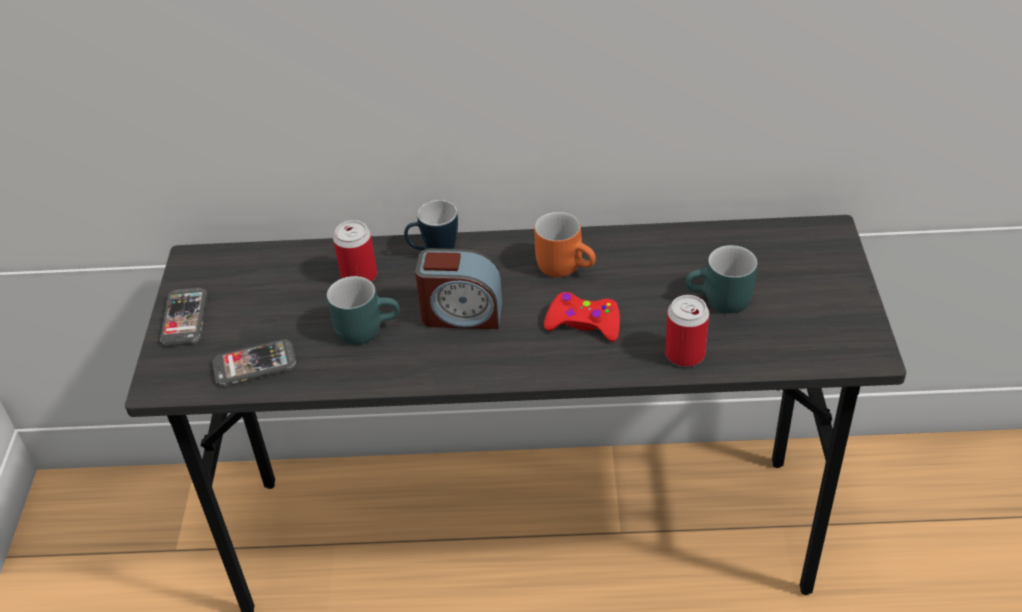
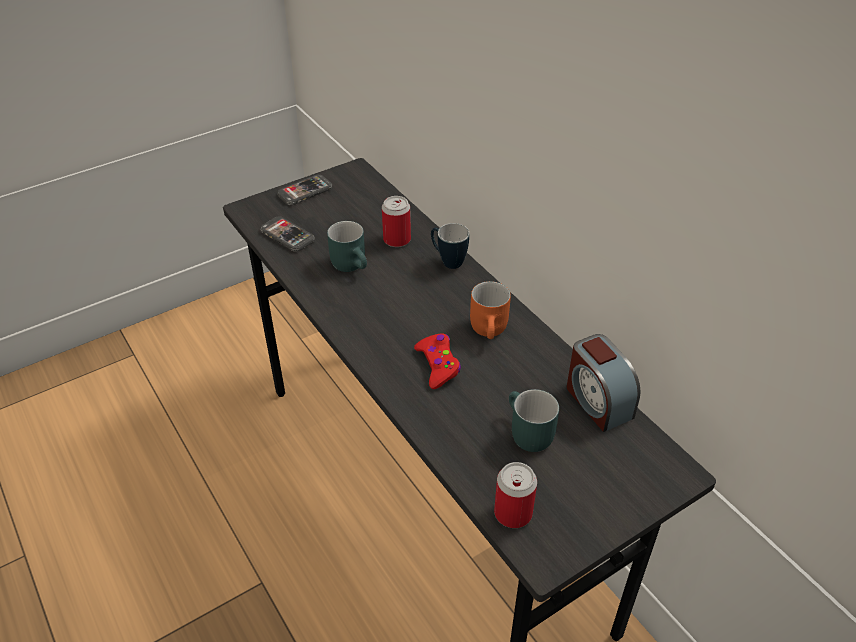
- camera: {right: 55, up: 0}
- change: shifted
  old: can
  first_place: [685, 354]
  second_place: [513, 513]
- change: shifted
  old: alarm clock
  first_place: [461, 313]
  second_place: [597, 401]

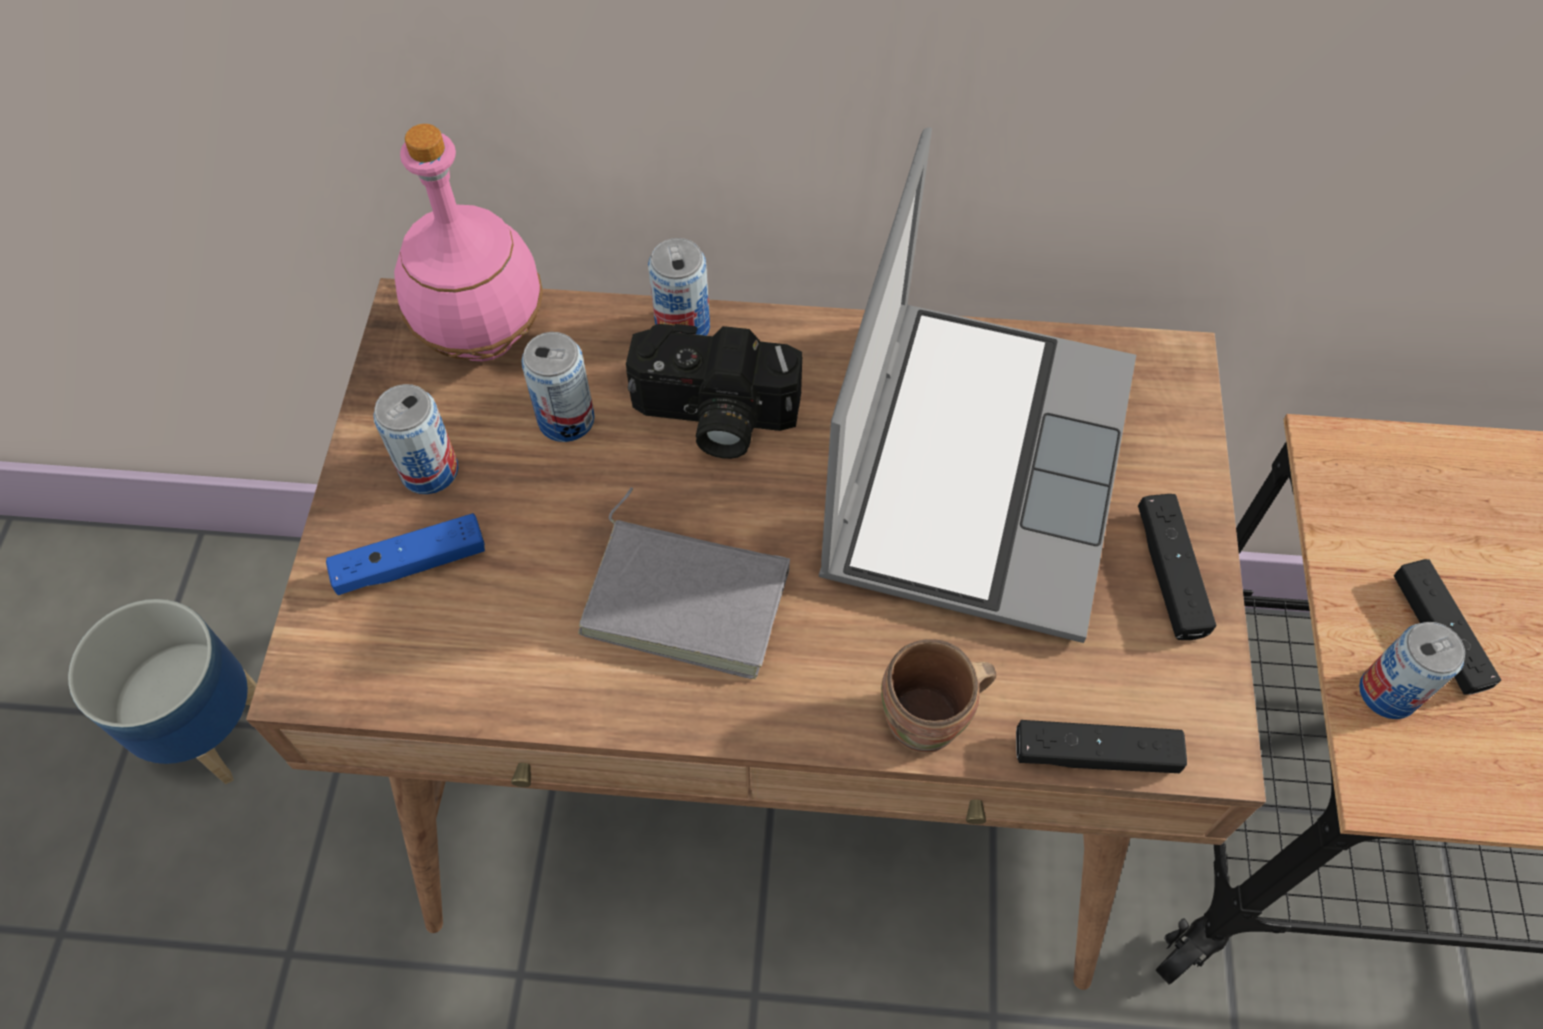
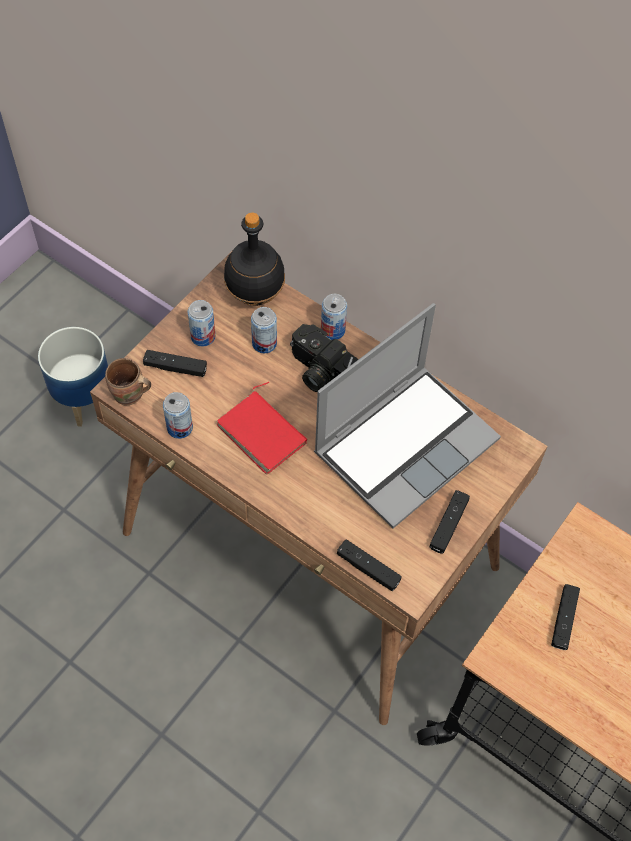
- camera: {right: 30, up: 0}
- change: shifted
  old: mug (brown)
  first_place: [929, 722]
  second_place: [129, 396]
- change: repainted
  old: game controller (blue)
  new: game controller (black)
  first_place: [411, 564]
  second_place: [175, 368]
- change: shifted
  old: can
  first_place: [1387, 692]
  second_place: [179, 427]
- change: repainted
  old: book (grey)
  new: book (red)
  first_place: [689, 596]
  second_place: [264, 433]
- change: repainted
  old: bottle (pink)
  new: bottle (black)
  first_place: [482, 337]
  second_place: [254, 294]

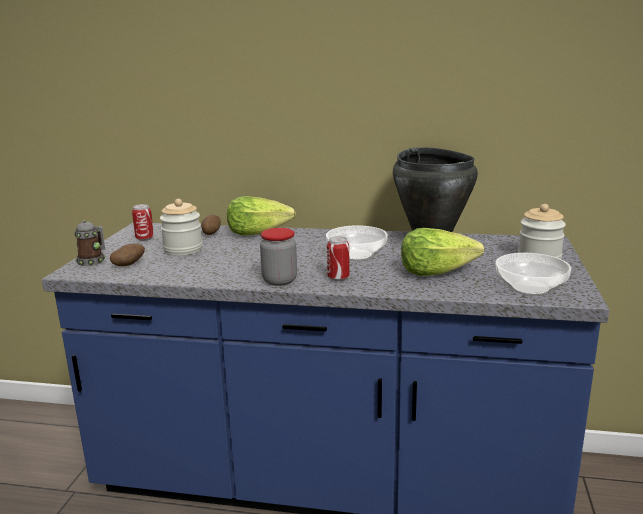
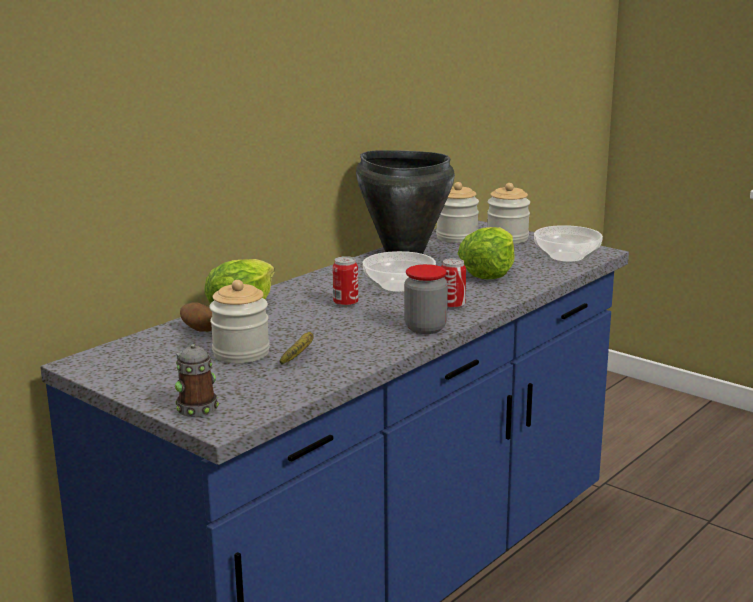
- camera: {right: -60, up: 0}
- change: new
  new: banana
  second_place: [300, 355]
- change: shifted
  old: can
  first_place: [145, 238]
  second_place: [345, 304]
- change: new
  new: jar
  second_place: [457, 237]
- change: gone
  old: potato
  first_place: [128, 265]

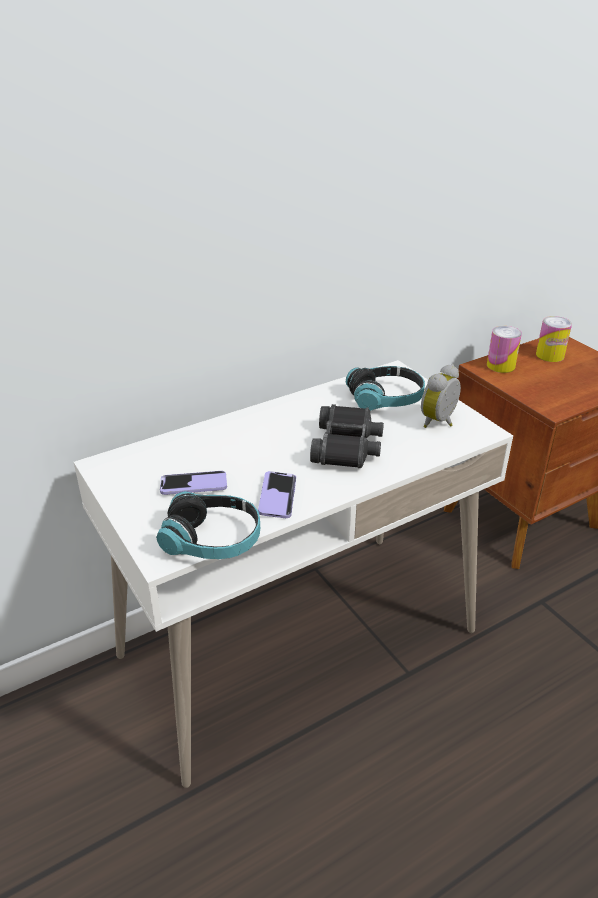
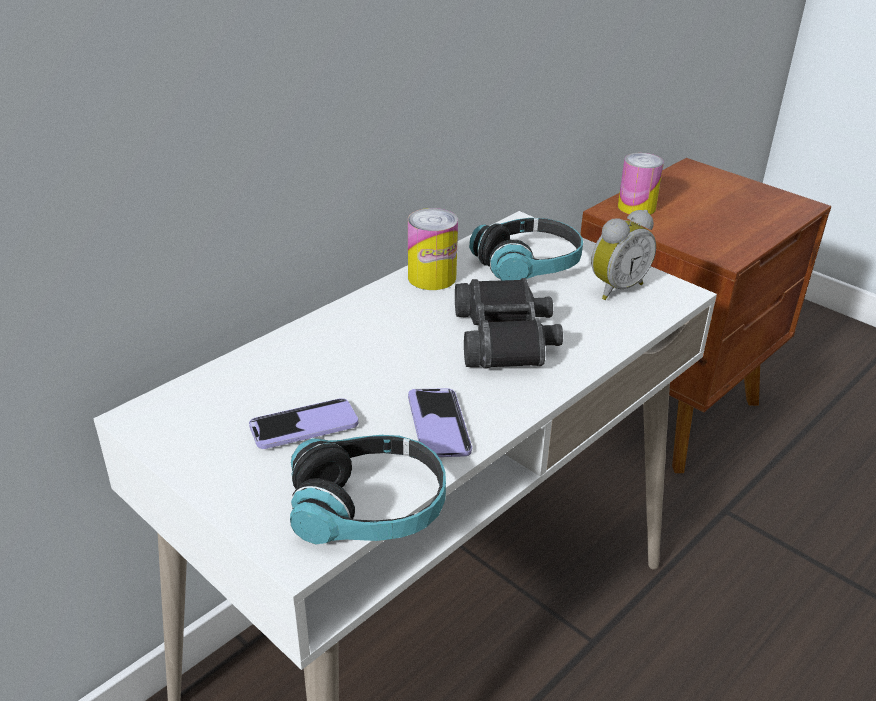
- camera: {right: -15, up: 0}
- change: shifted
  old: can
  first_place: [550, 355]
  second_place: [432, 277]
- change: rotated
  old: alarm clock
  first_place: [440, 422]
  second_place: [615, 288]
  degrees: -150

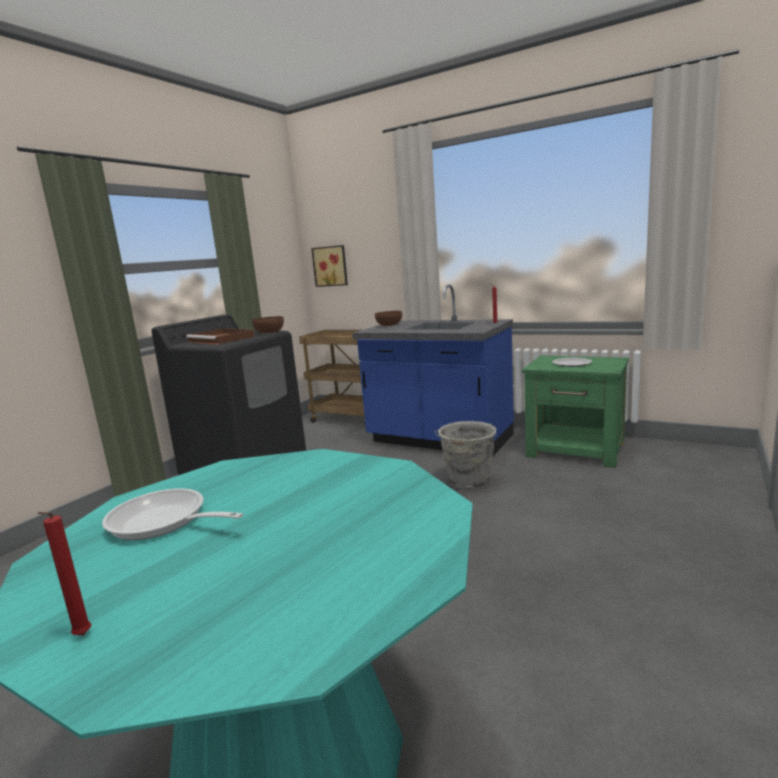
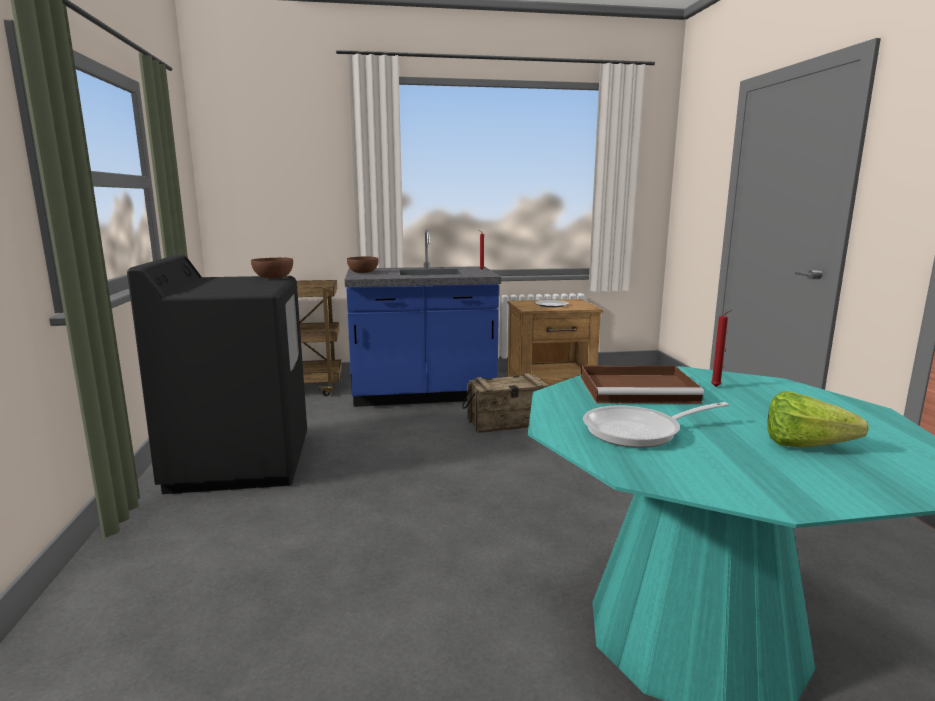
- camera: {right: -40, up: 0}
- change: swapped
  old: bucket (grey)
  new: crate
  first_place: [468, 482]
  second_place: [507, 422]
- change: repainted
  old: nightstand (green)
  new: nightstand (brown)
  first_place: [576, 450]
  second_place: [551, 384]
- change: shifted
  old: tray (brown)
  first_place: [222, 339]
  second_place: [639, 389]
- change: shifted
  old: candle (red)
  first_place: [81, 637]
  second_place: [717, 387]
- change: new
  new: lettuce
  second_place: [813, 447]
- change: gone
  old: picture
  first_place: [331, 266]

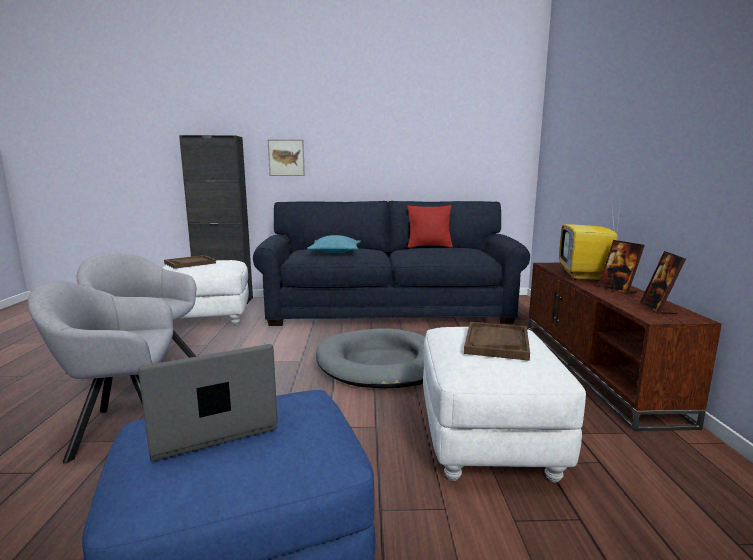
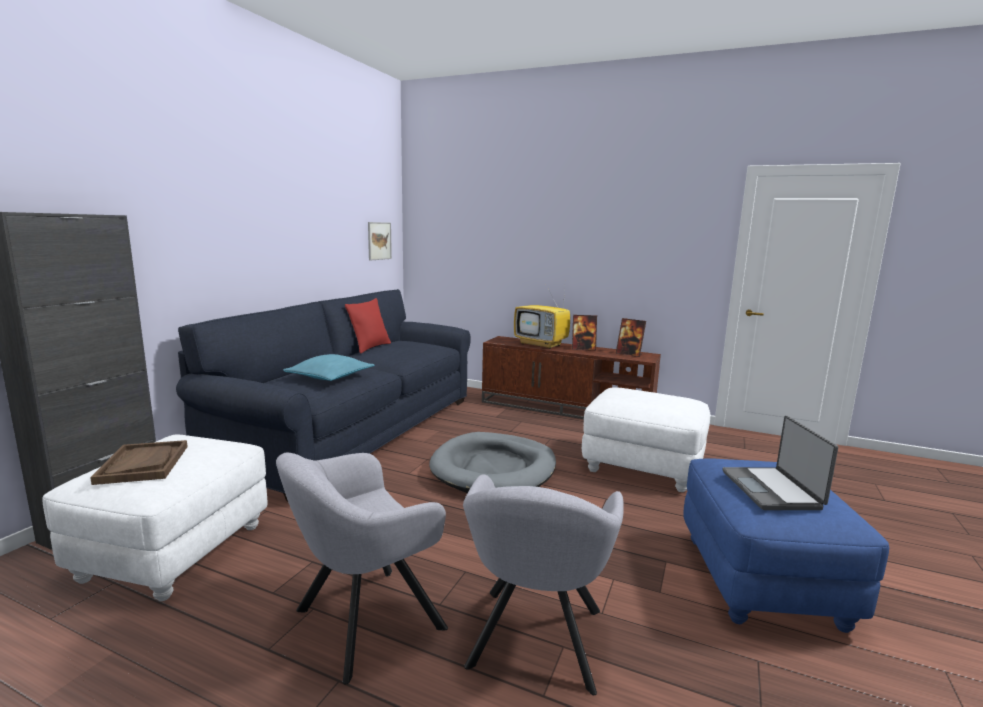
- camera: {right: -65, up: 0}
- change: shifted
  old: picture
  first_place: [286, 157]
  second_place: [379, 241]
- change: gone
  old: tray (brown)
  first_place: [496, 342]

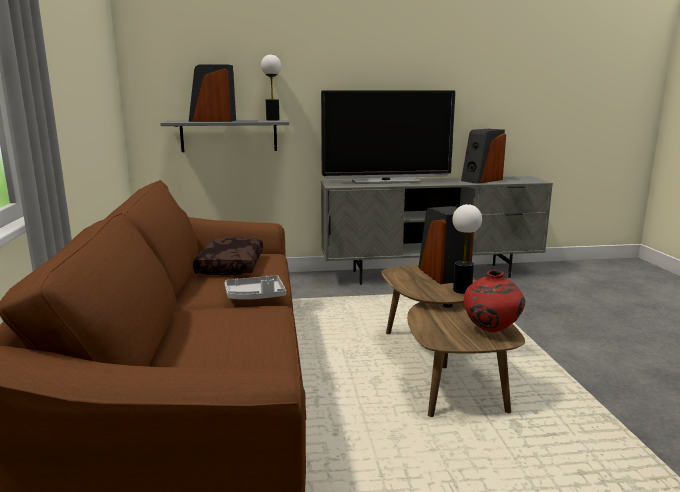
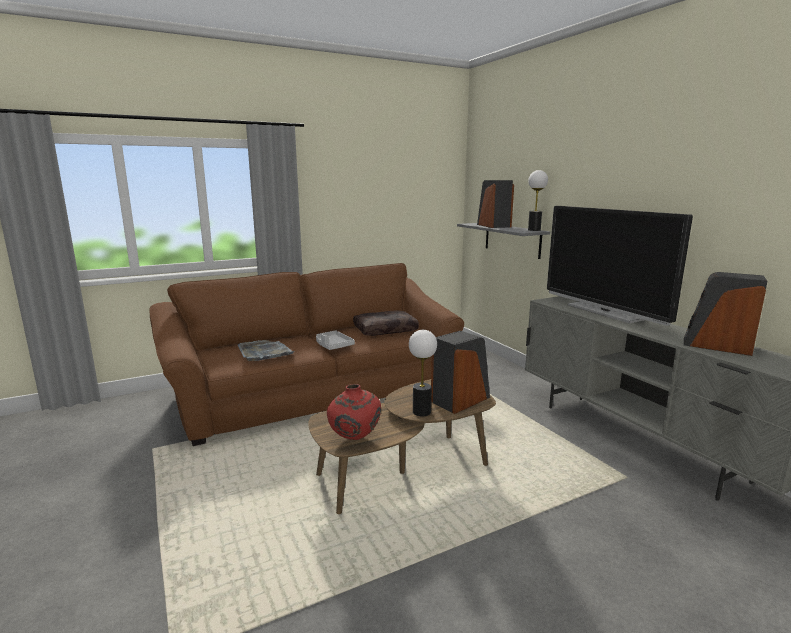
- camera: {right: 70, up: 0}
- change: new
  new: tray (grey)
  second_place: [265, 352]

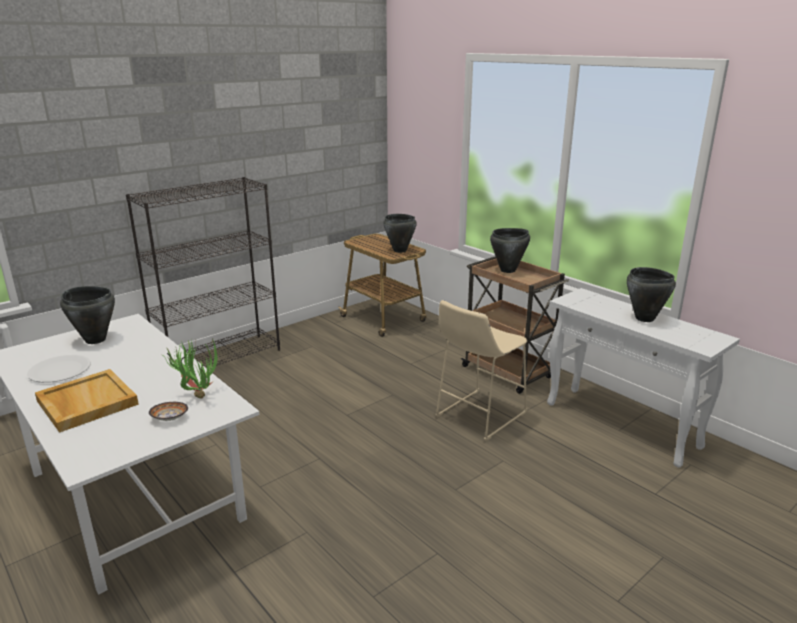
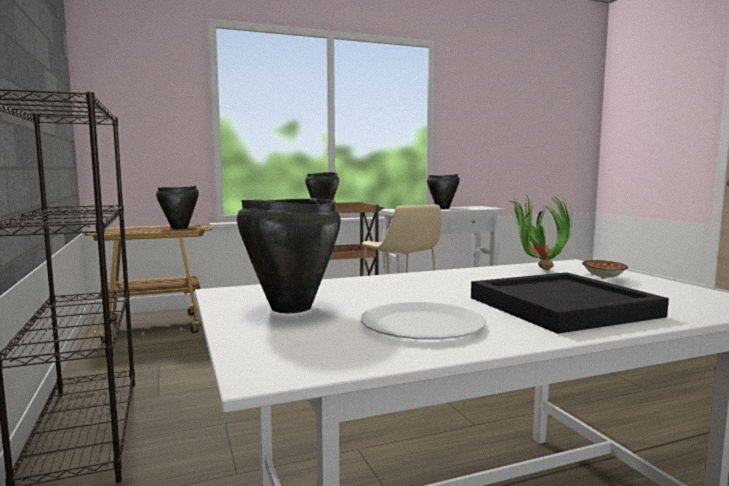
- camera: {right: -70, up: -15}
- change: repainted
  old: tray (beige)
  new: tray (black)
  first_place: [86, 402]
  second_place: [562, 307]

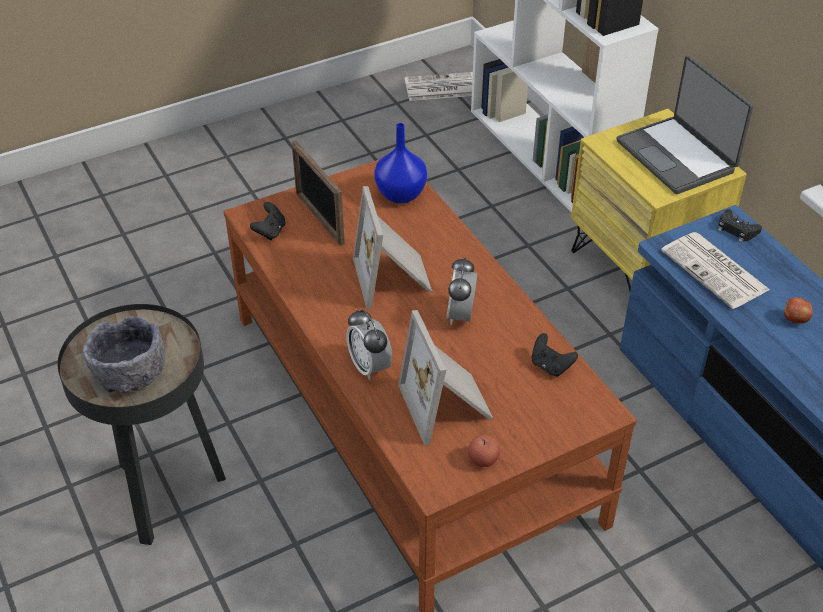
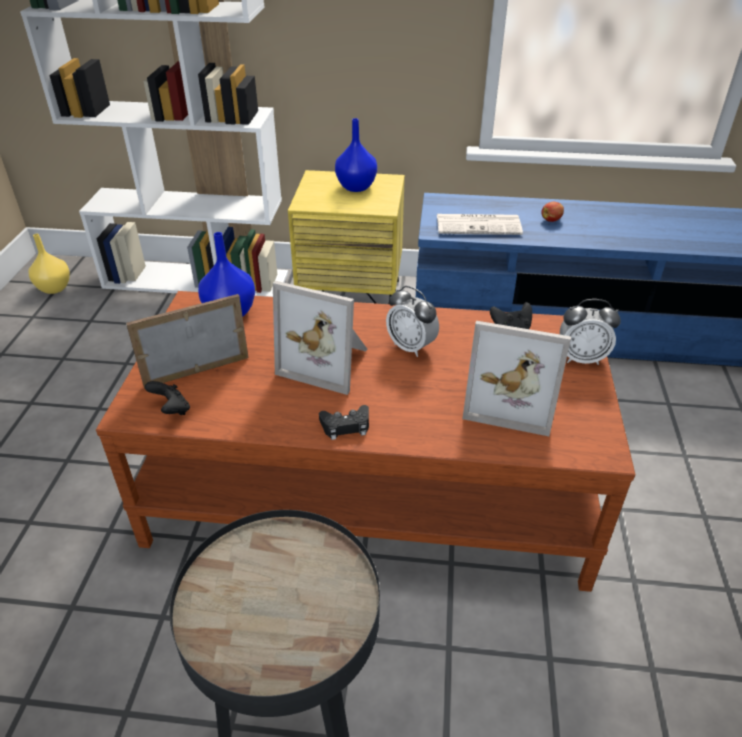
- camera: {right: -55, up: -5}
- change: swapped
  old: newspaper
  new: vase (yellow)
  first_place: [440, 88]
  second_place: [54, 289]
- change: rotated
  old: picture frame
  first_place: [319, 218]
  second_place: [197, 371]
  degrees: 150
- change: shifted
  old: game controller (black)
  first_place: [736, 230]
  second_place: [346, 426]
- change: swapped
  old: laptop
  new: vase (blue)
  first_place: [677, 156]
  second_place: [357, 187]
- change: shifted
  old: alarm clock
  first_place: [369, 366]
  second_place: [581, 358]
- change: gone
  old: bowl (grey)
  first_place: [129, 372]
- change: gone
  old: apple
  first_place: [483, 460]

